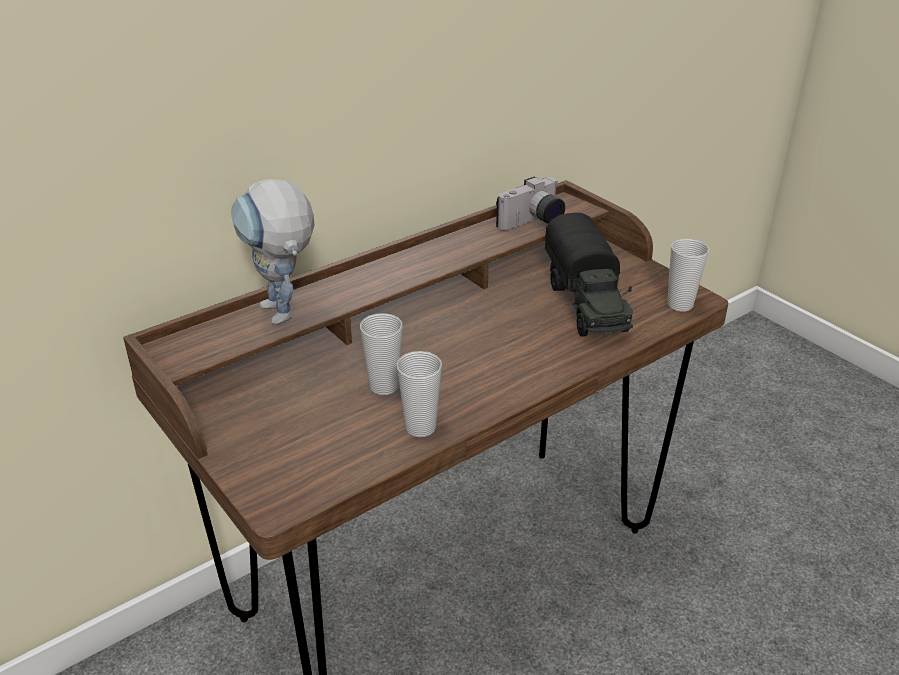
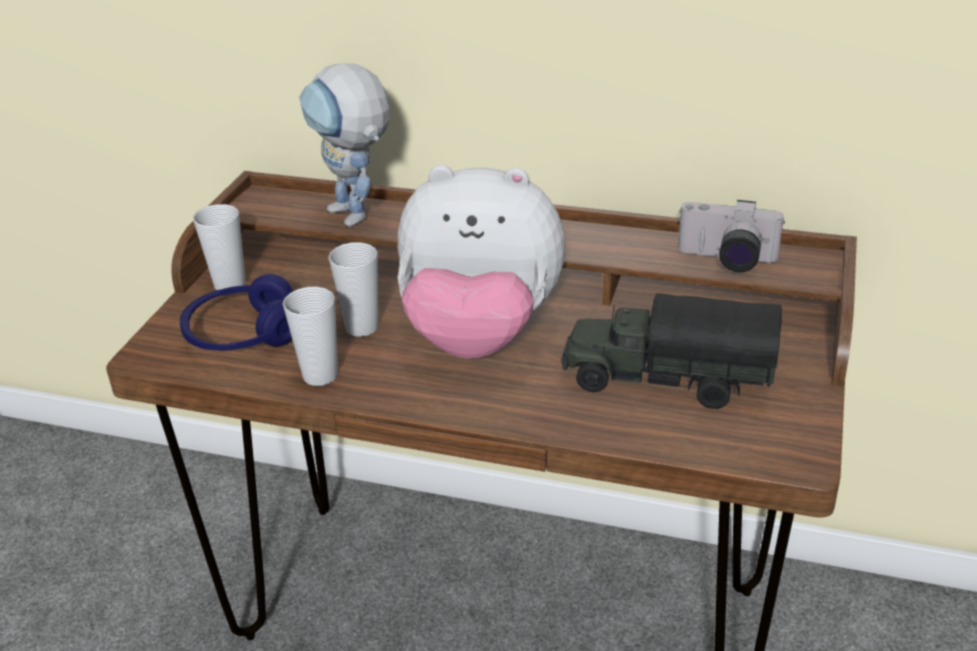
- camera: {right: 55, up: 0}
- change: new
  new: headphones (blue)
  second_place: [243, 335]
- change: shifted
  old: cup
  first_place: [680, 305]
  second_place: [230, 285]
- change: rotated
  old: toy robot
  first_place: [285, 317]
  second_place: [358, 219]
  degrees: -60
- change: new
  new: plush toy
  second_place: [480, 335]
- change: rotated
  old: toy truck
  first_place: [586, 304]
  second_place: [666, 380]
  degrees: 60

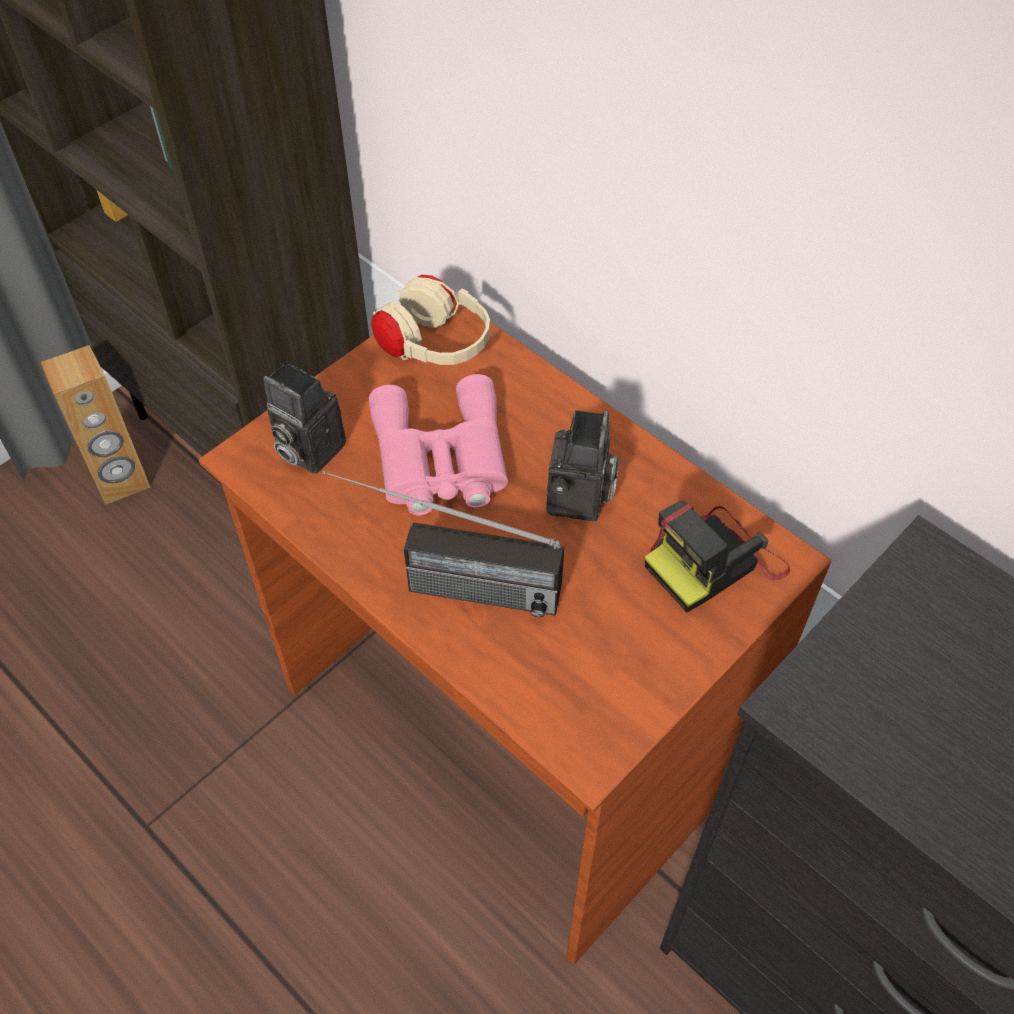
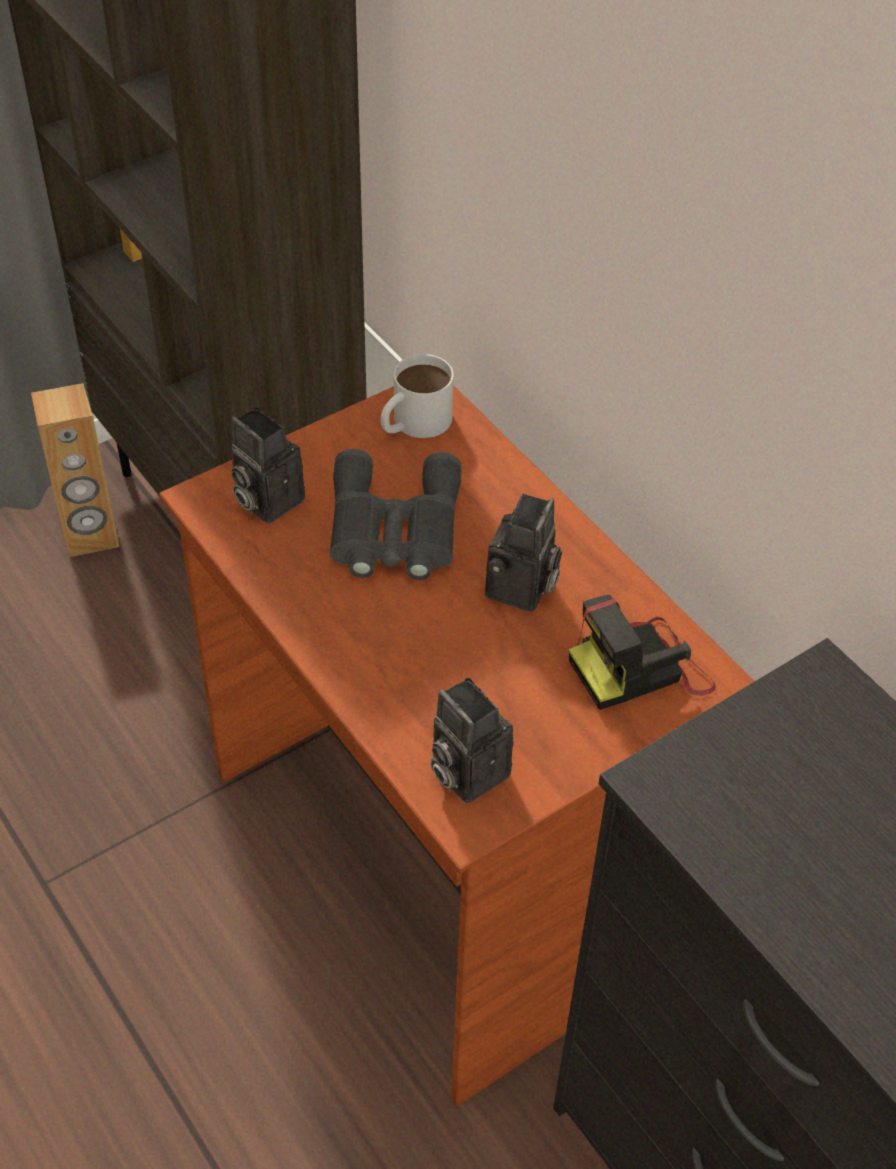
- camera: {right: 10, up: -5}
- change: repainted
  old: binoculars (pink)
  new: binoculars (grey)
  first_place: [440, 459]
  second_place: [393, 530]
- change: swapped
  old: headphones (beige)
  new: mug (white)
  first_place: [433, 347]
  second_place: [413, 423]
- change: new
  new: photo camera
  second_place: [465, 771]
- change: gone
  old: radio
  first_place: [444, 585]

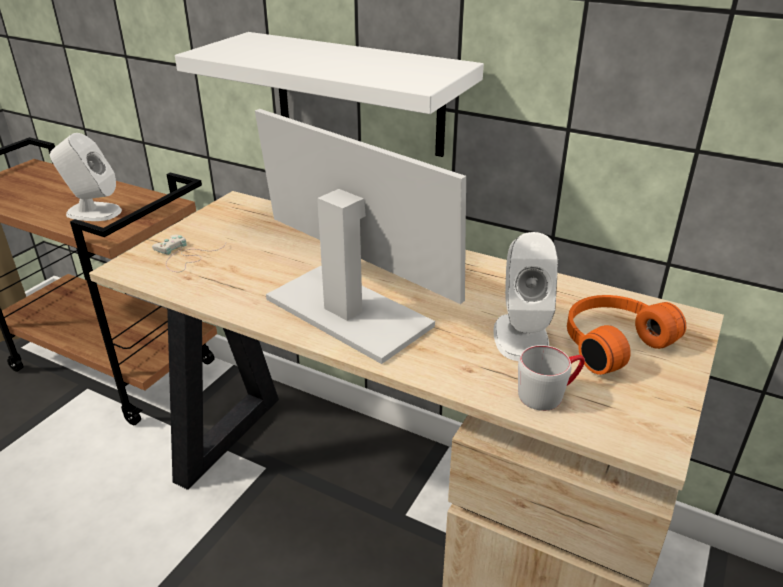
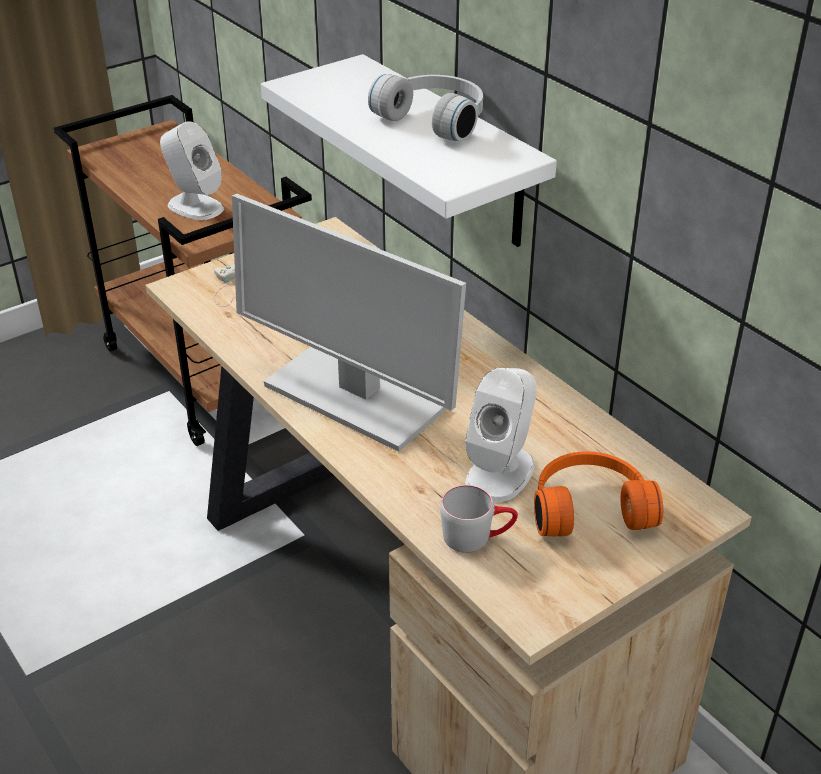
- camera: {right: 25, up: 5}
- change: rotated
  old: monitor
  first_place: [350, 313]
  second_place: [353, 397]
  degrees: 150
- change: new
  new: headphones (white)
  second_place: [436, 119]

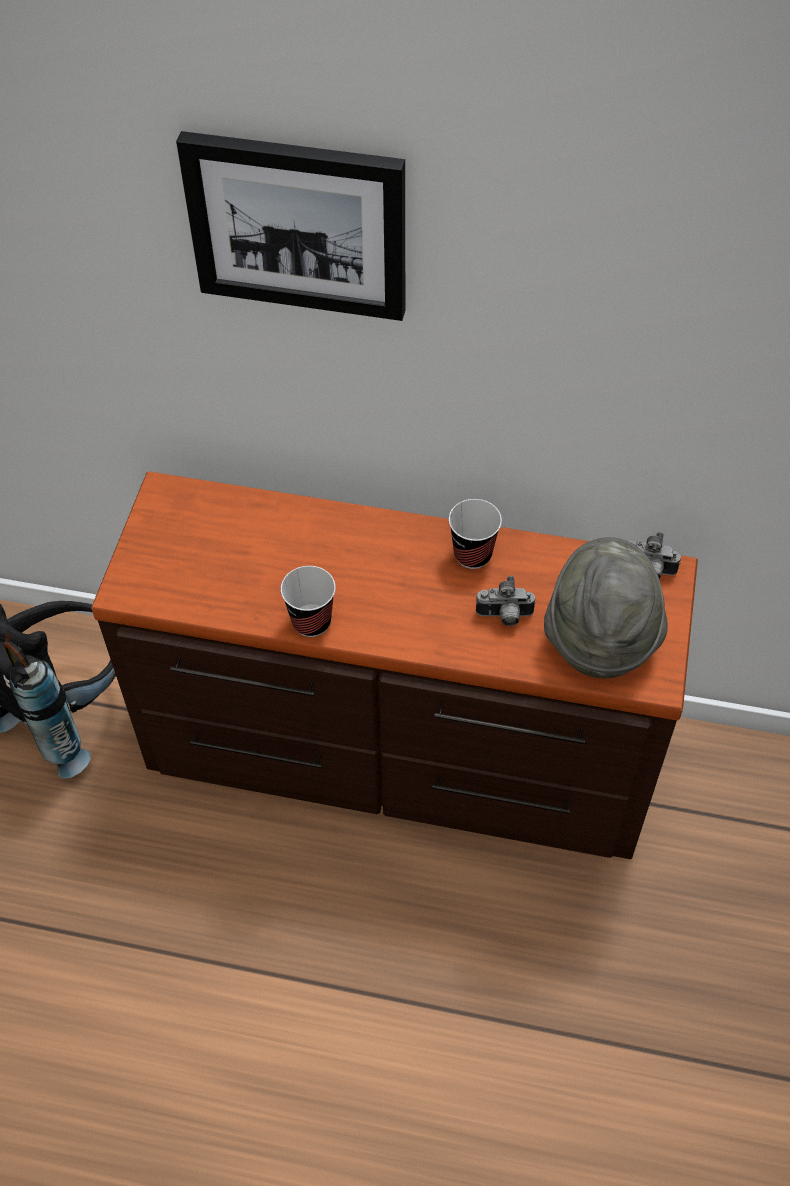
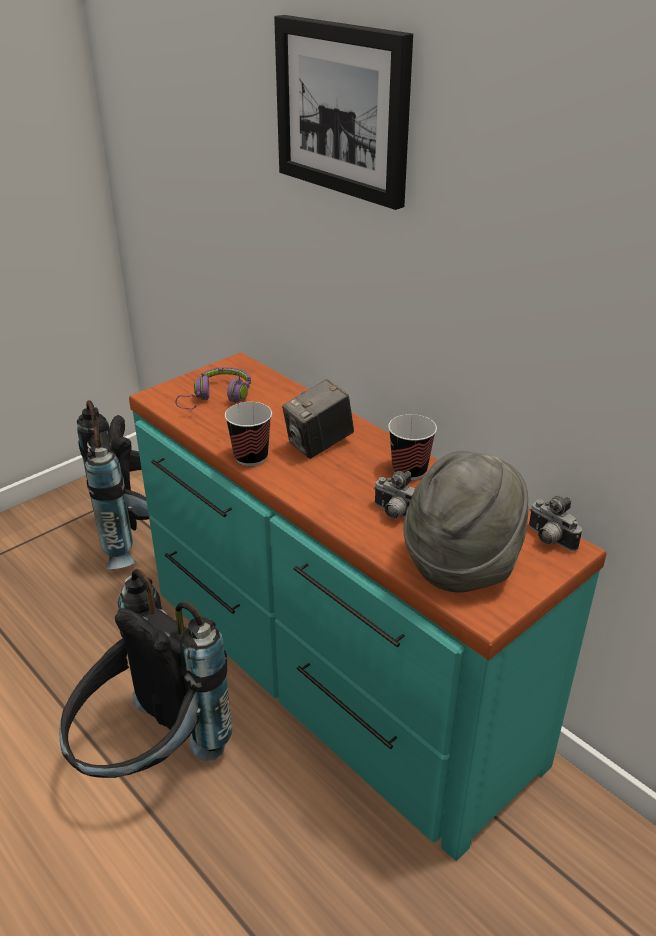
- camera: {right: 35, up: -20}
- change: new
  new: backpack (black)
  second_place: [150, 758]
- change: repainted
  old: dresser (brown)
  new: dresser (turquoise)
  first_place: [397, 752]
  second_place: [330, 672]
- change: new
  new: headphones (purple)
  second_place: [217, 398]
- change: new
  new: photo camera
  second_place: [319, 445]

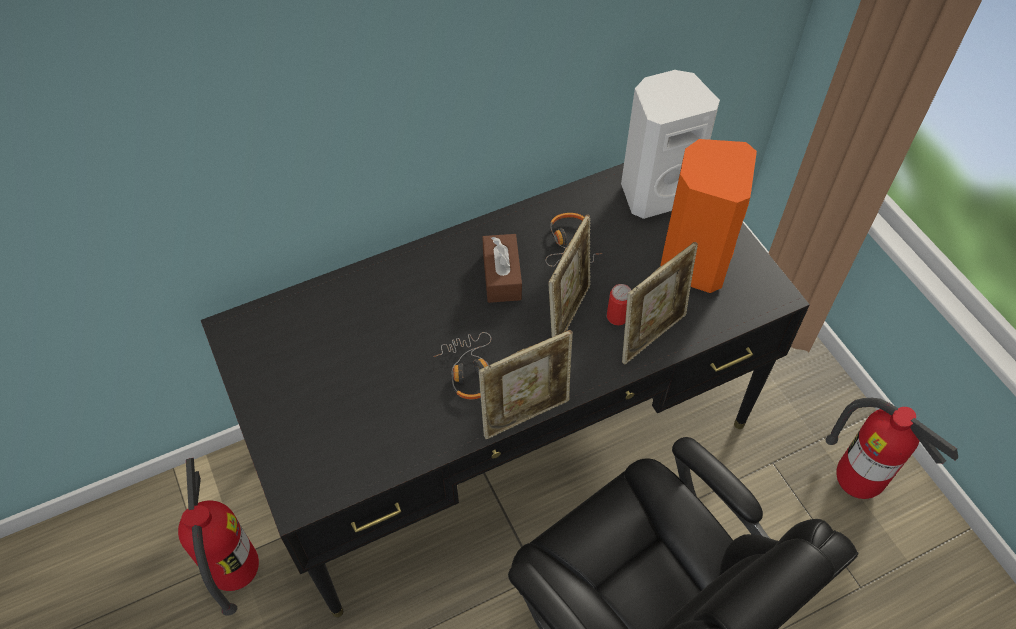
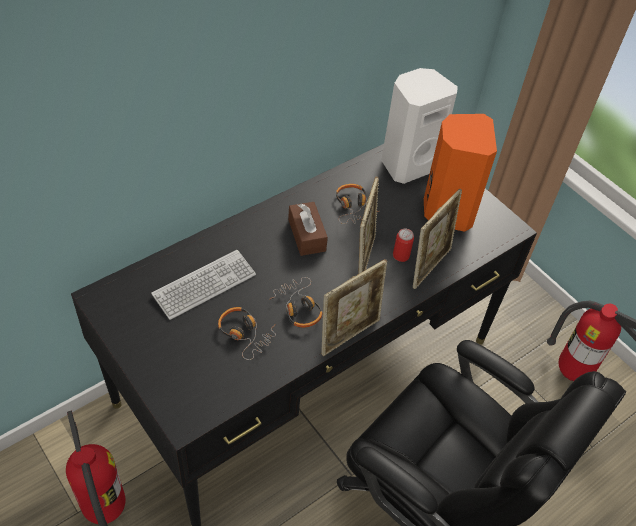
- camera: {right: -15, up: -5}
- change: new
  new: keyboard
  second_place: [204, 285]
- change: new
  new: headphones
  second_place: [245, 334]

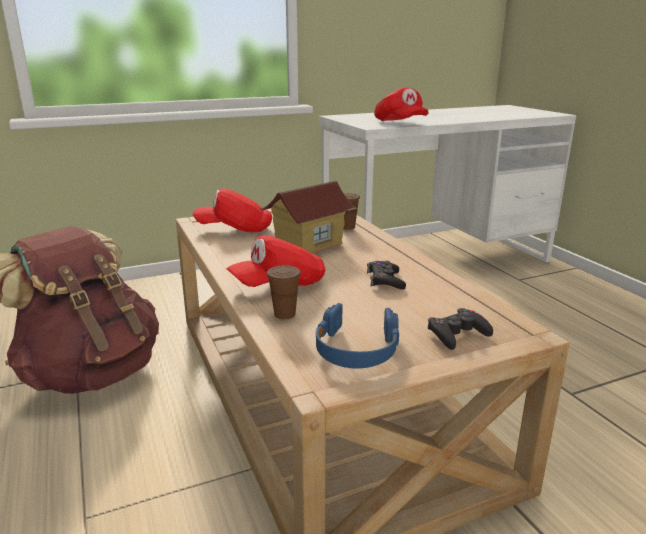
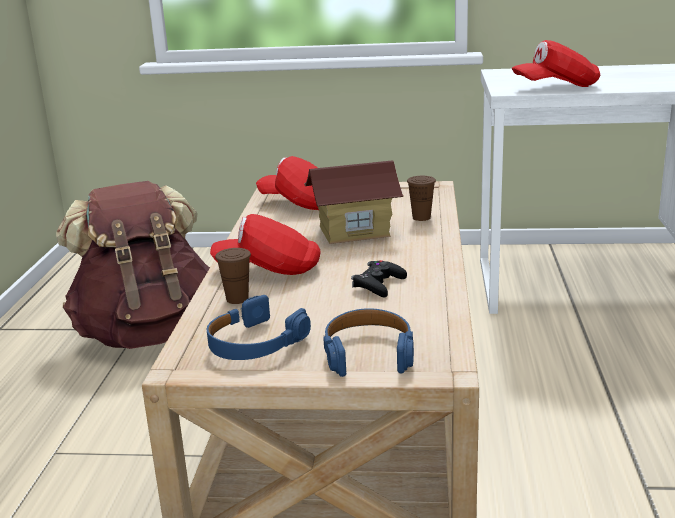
- camera: {right: 30, up: 0}
- change: swapped
  old: game controller (black)
  new: headphones (blue)
  first_place: [457, 334]
  second_place: [368, 352]
- change: rotated
  old: cap (red)
  first_place: [399, 123]
  second_place: [556, 87]
  degrees: 75

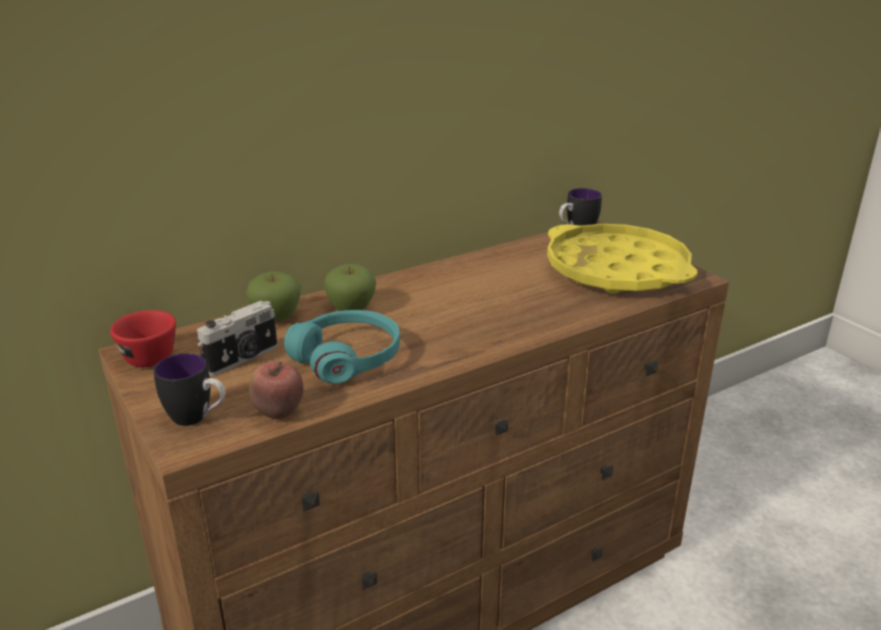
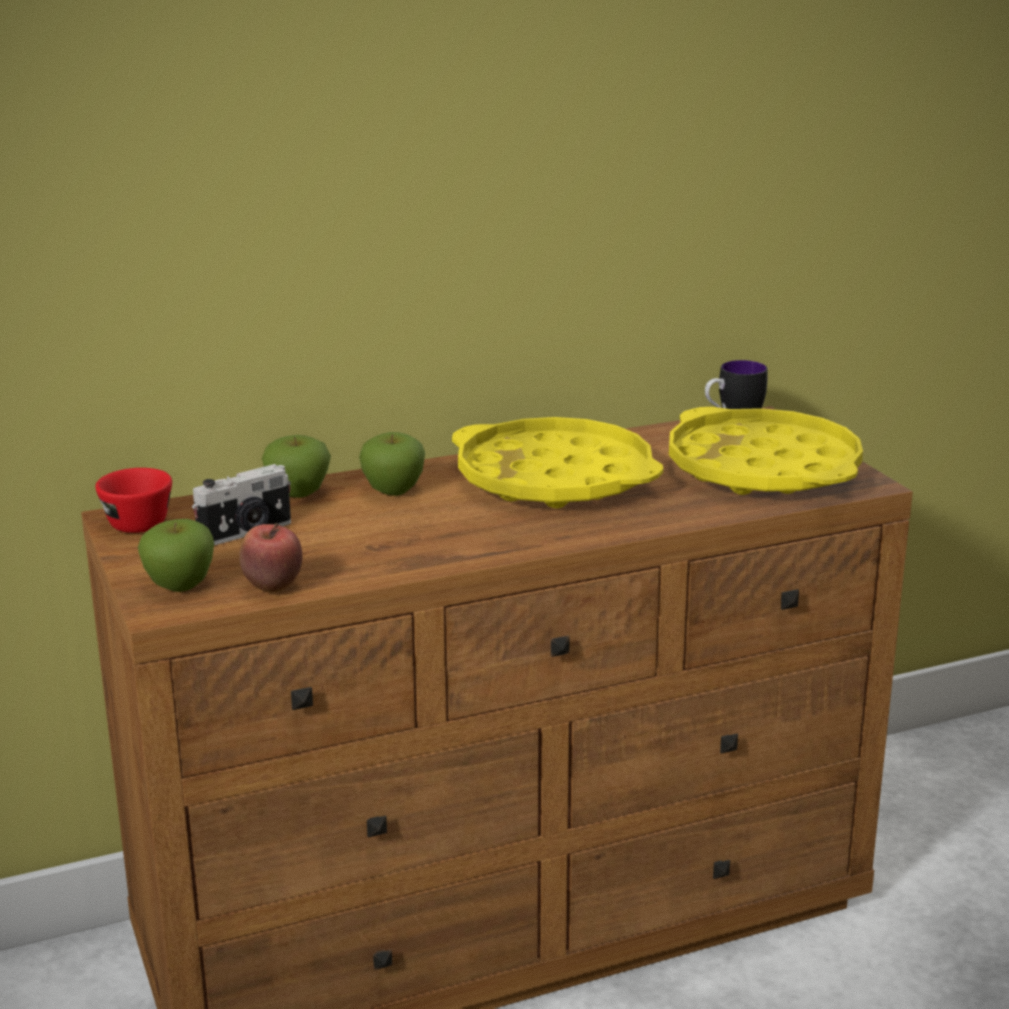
- camera: {right: 10, up: -5}
- change: swapped
  old: mug
  new: apple
  first_place: [197, 419]
  second_place: [180, 586]
- change: new
  new: tray (yellow)
  second_place: [554, 479]
- change: gone
  old: headphones (turquoise)
  first_place: [347, 357]

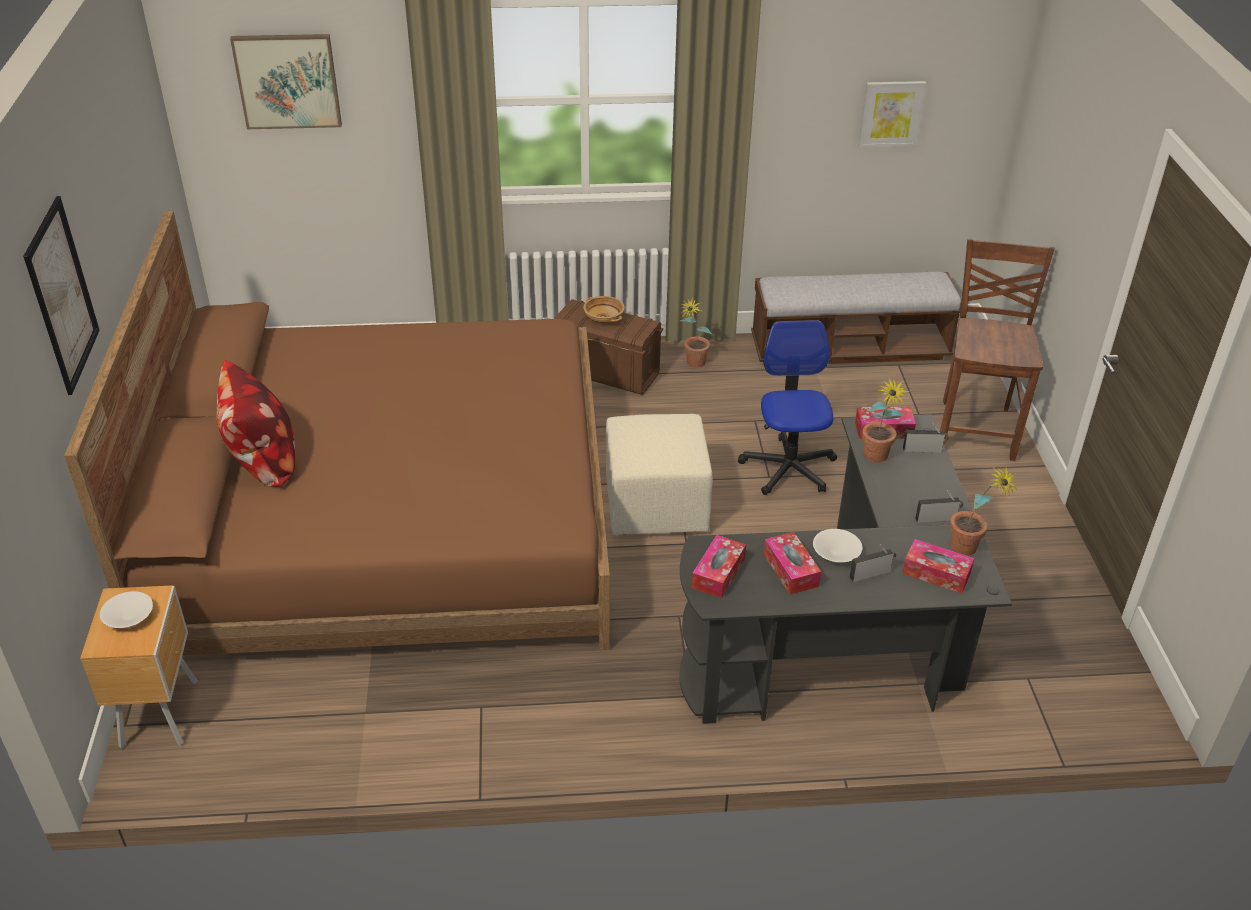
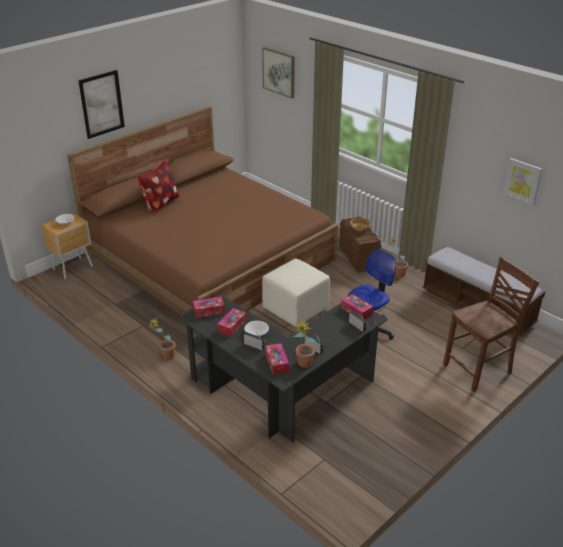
- camera: {right: 50, up: -5}
- change: shifted
  old: potted plant
  first_place: [876, 459]
  second_place: [165, 357]

